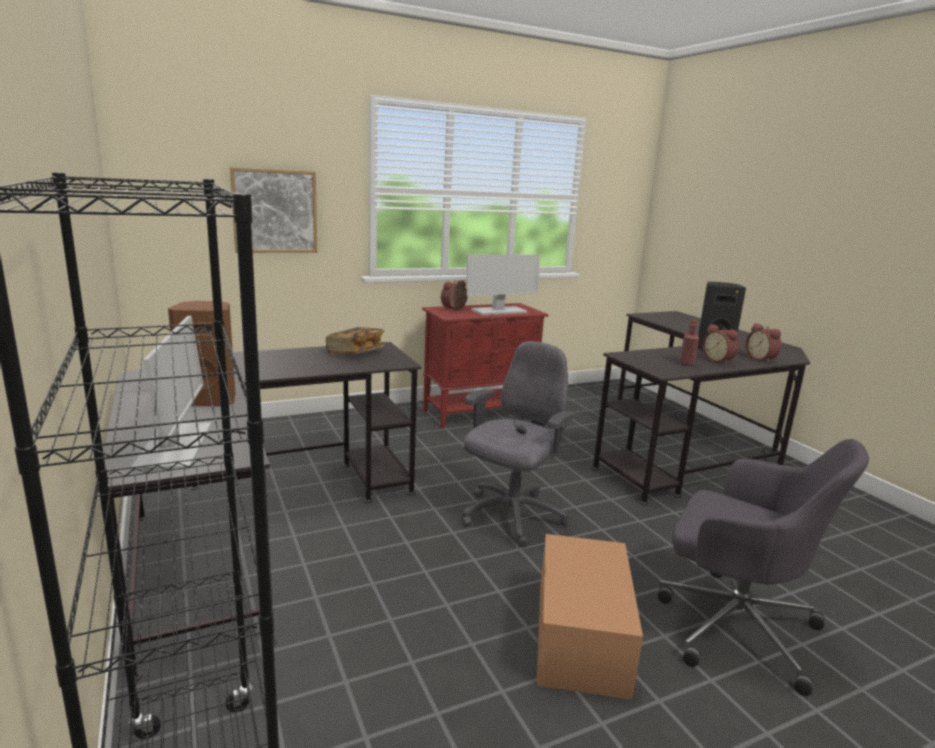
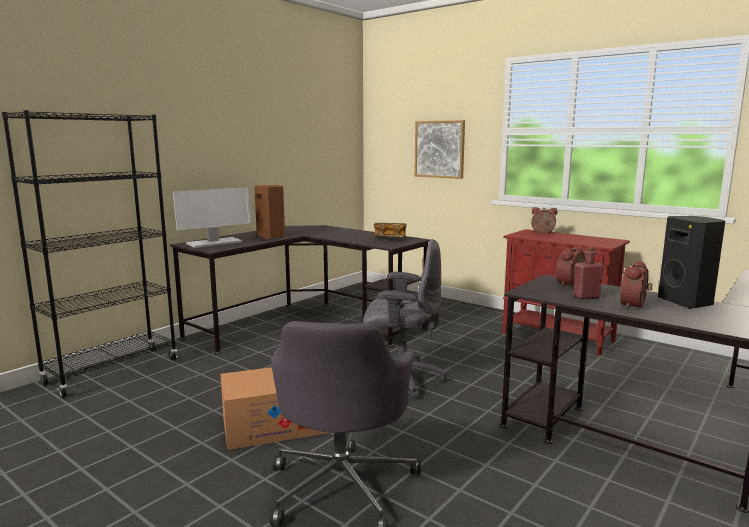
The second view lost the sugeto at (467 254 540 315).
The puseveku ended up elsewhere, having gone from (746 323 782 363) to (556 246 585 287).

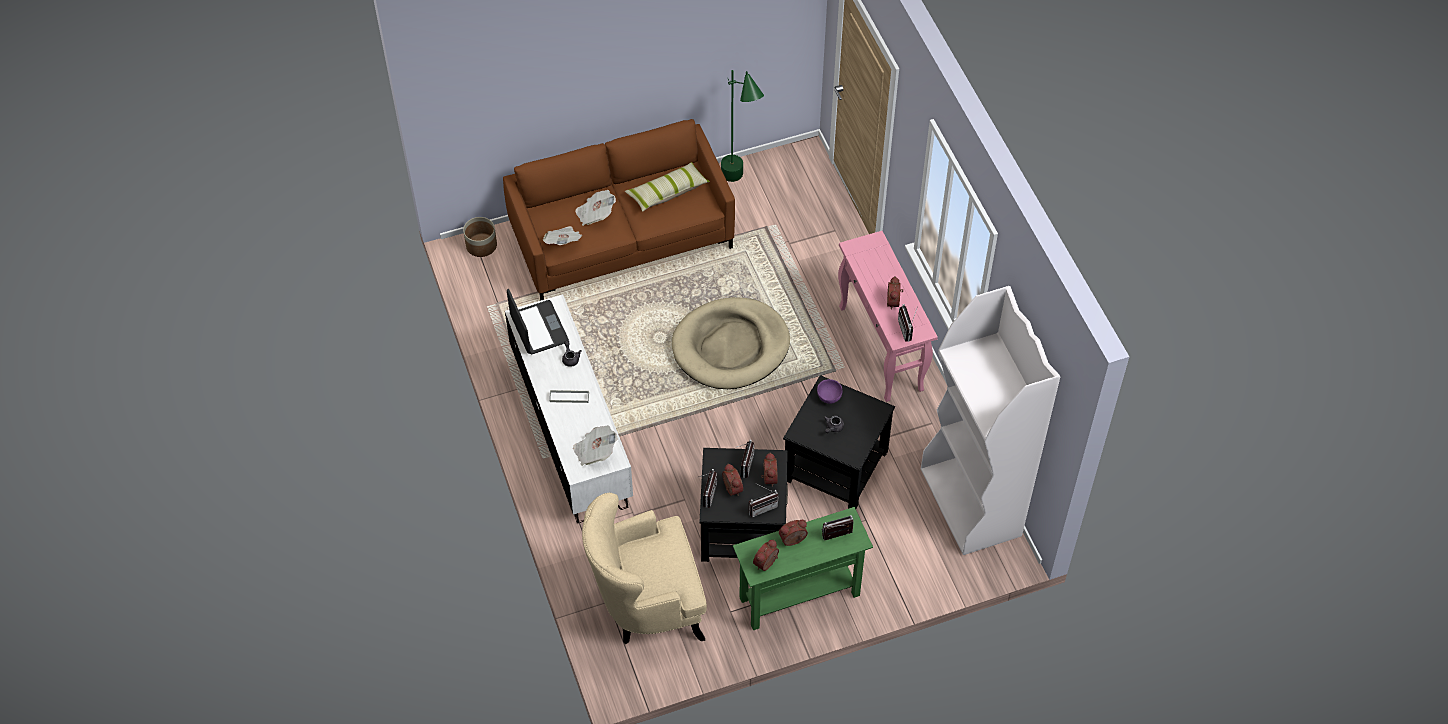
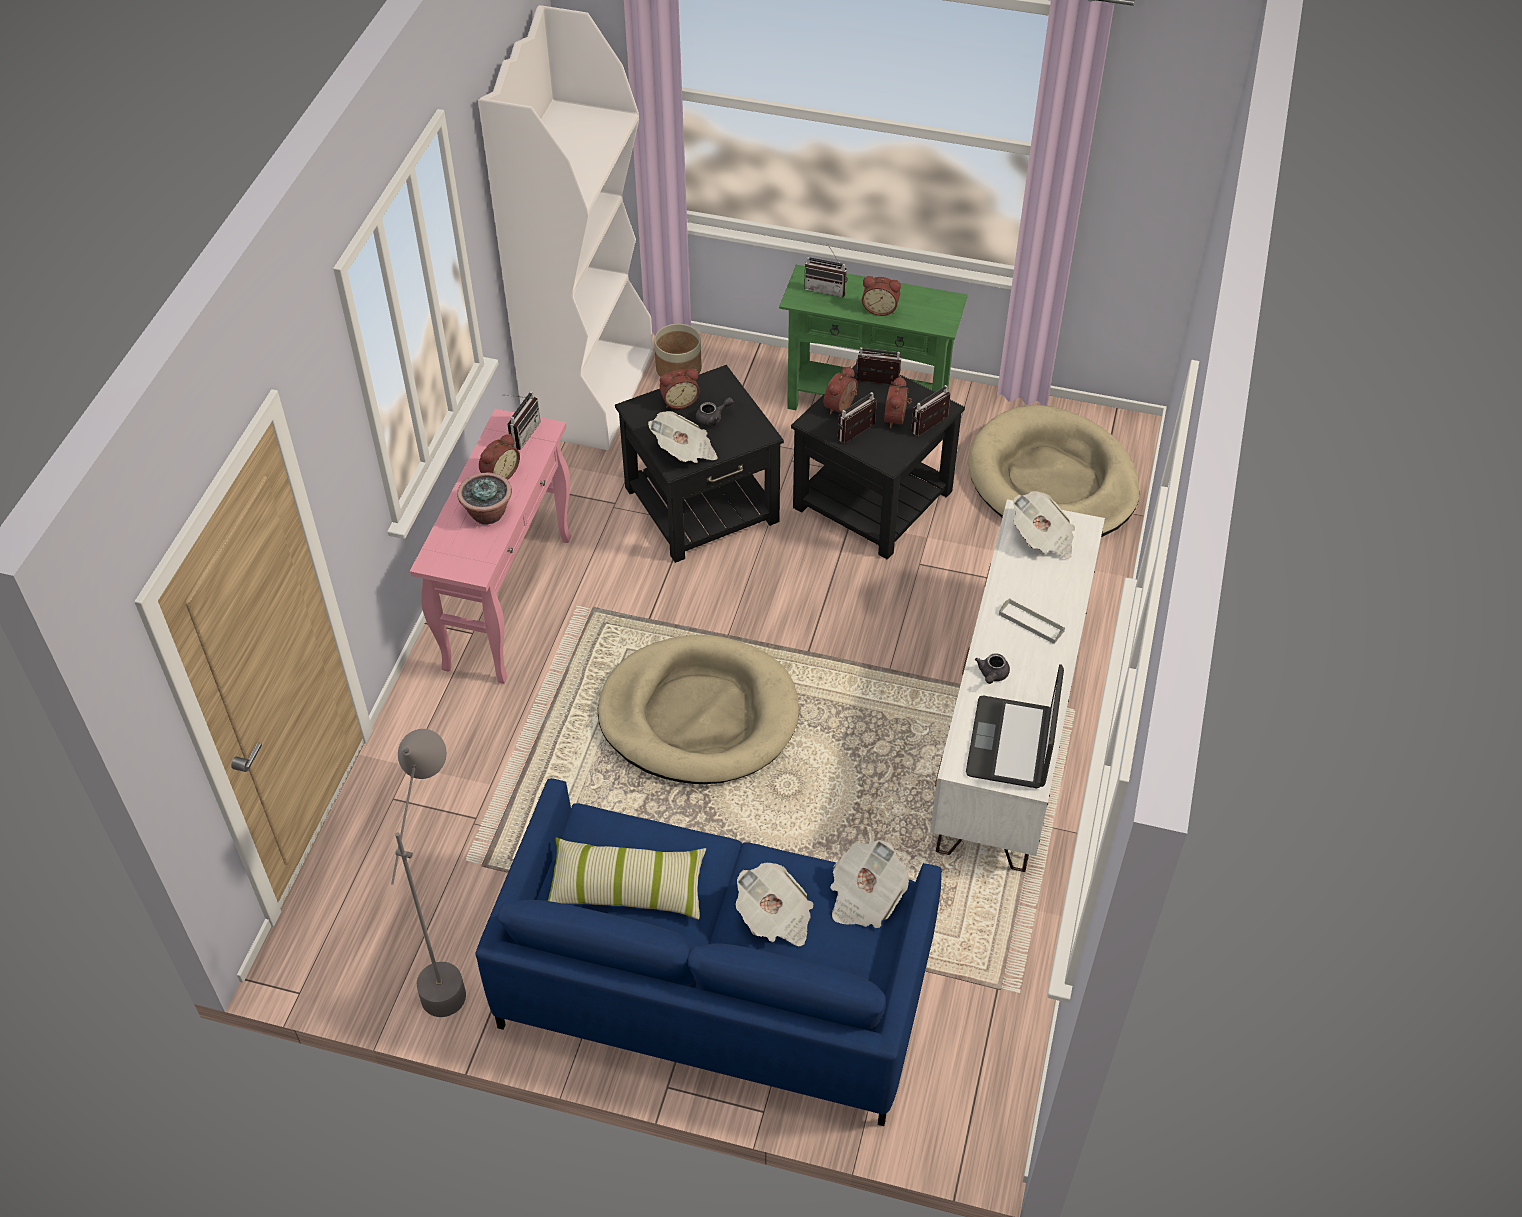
What was the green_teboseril at (721 70 764 182) turned into the grey_teboseril at (391 729 466 1017).
What was the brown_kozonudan at (503 119 735 301) turned into the blue_kozonudan at (475 778 942 1126).
The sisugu ended up elsewhere, having gone from (463 217 497 257) to (654 324 702 377).
Where the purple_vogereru stood at (817 379 842 404), the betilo came to stand at (648 411 718 463).
Where the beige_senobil stood at (582 493 707 644), the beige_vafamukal came to stand at (968 405 1140 537).
The puseveku ended up elsewhere, having gone from (753 540 779 571) to (660 368 700 409).
The second view gained the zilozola at (457 473 512 525).

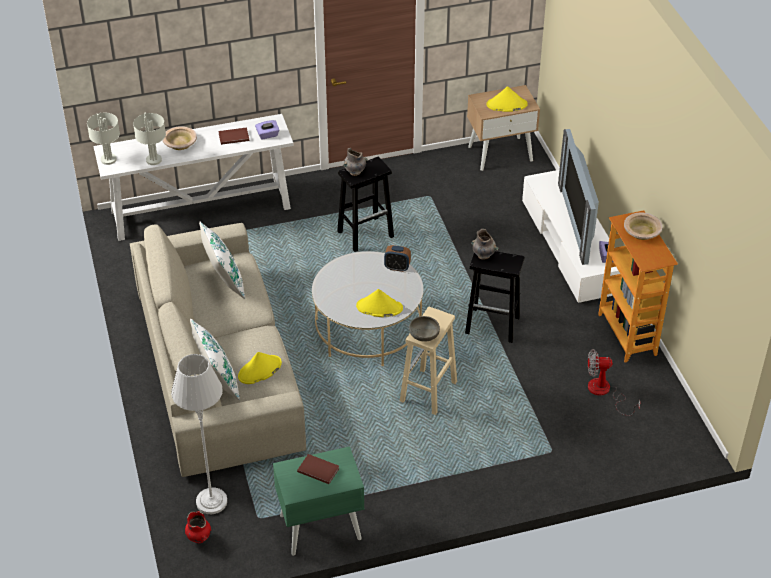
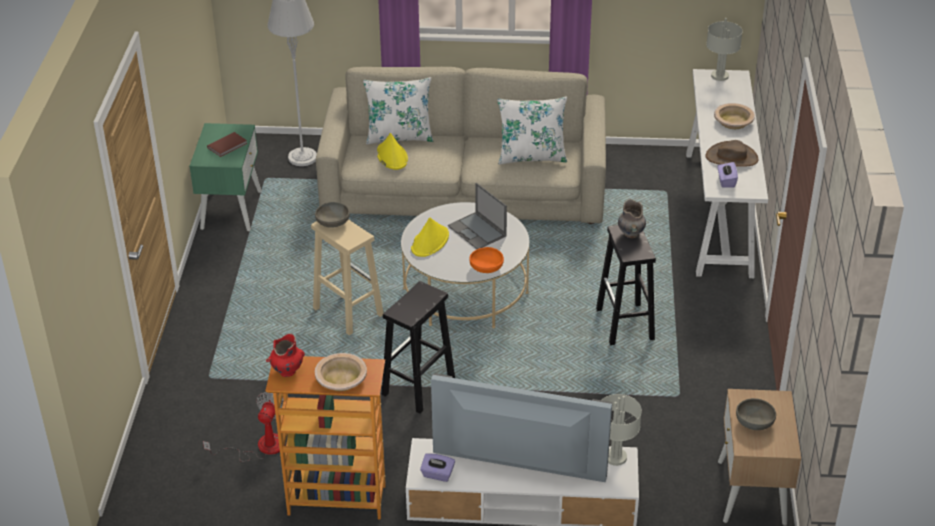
Where the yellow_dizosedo stood at (487 86 528 112), the grey_vogereru came to stand at (736 398 776 430).
The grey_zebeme ended up elsewhere, having gone from (133 113 166 165) to (602 394 642 466).
Where the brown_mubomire stood at (218 127 249 145), the brown_dizosedo came to stand at (705 140 758 167).
The second view lost the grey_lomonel at (471 229 499 260).
Where the puseveku stood at (384 245 411 272), the orange_vogereru came to stand at (469 247 504 273).
The red_lomonel ended up elsewhere, having gone from (185 511 211 543) to (266 333 305 377).
The second view gained the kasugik at (448 183 507 249).

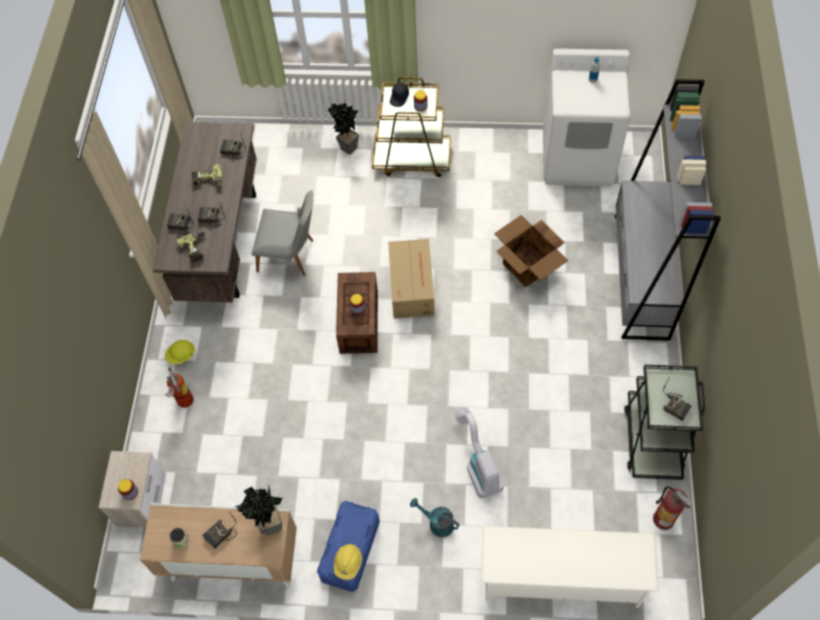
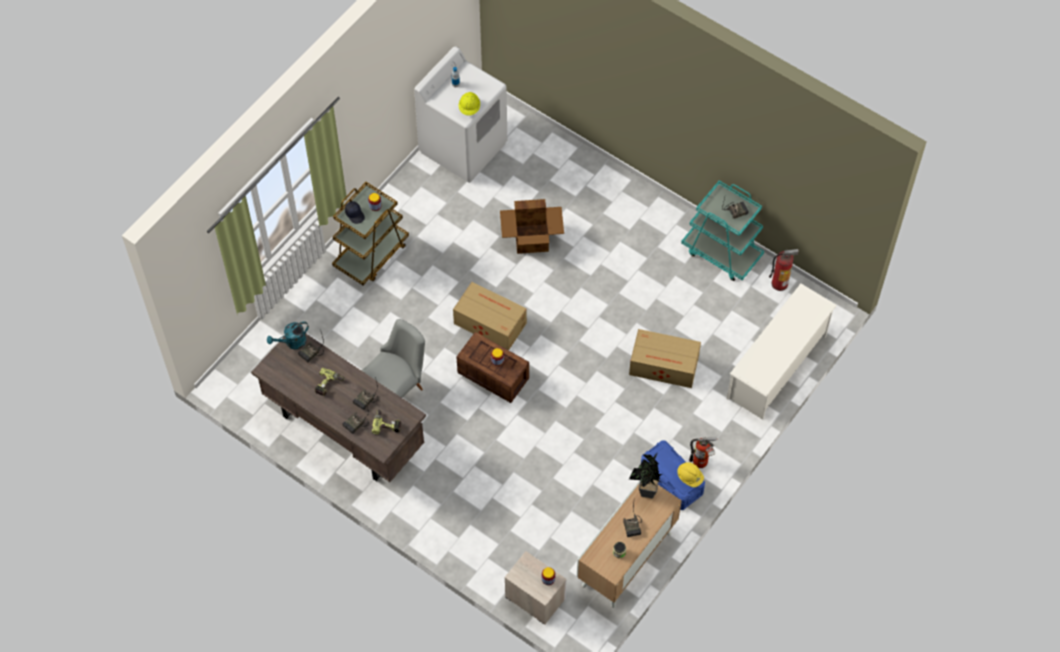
The second view lost the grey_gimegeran at (615 79 721 341).
The second view lost the zilozola at (328 103 359 155).
The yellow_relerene ended up elsewhere, having gone from (165 340 195 364) to (459 92 480 116).
What was the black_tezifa at (624 365 705 480) turned into the turquoise_tezifa at (681 181 764 281).
The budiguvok ended up elsewhere, having gone from (164 368 194 408) to (689 437 717 468).
Where the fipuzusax stood at (455 408 504 498), the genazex came to stand at (629 329 701 388).
The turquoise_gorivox ended up elsewhere, having gone from (410 498 459 537) to (267 322 309 349).

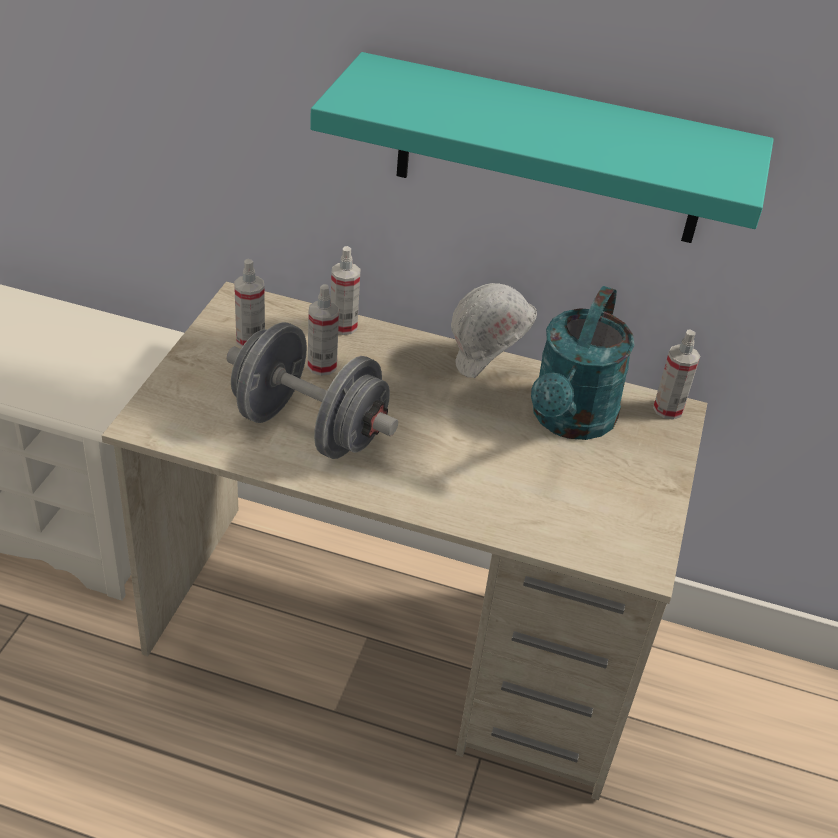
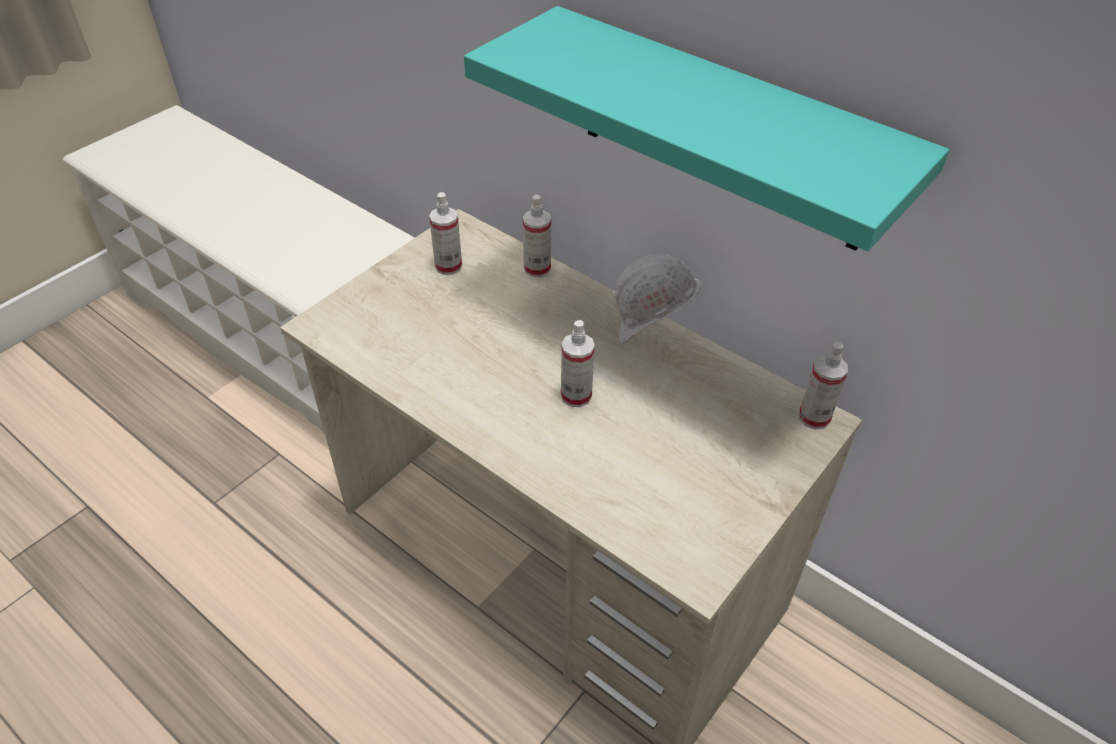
The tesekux ended up elsewhere, having gone from (308 284 339 376) to (561 320 595 407).
The second view lost the turquoise_gorivox at (531 286 635 440).
The second view lost the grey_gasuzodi at (227 322 398 459).

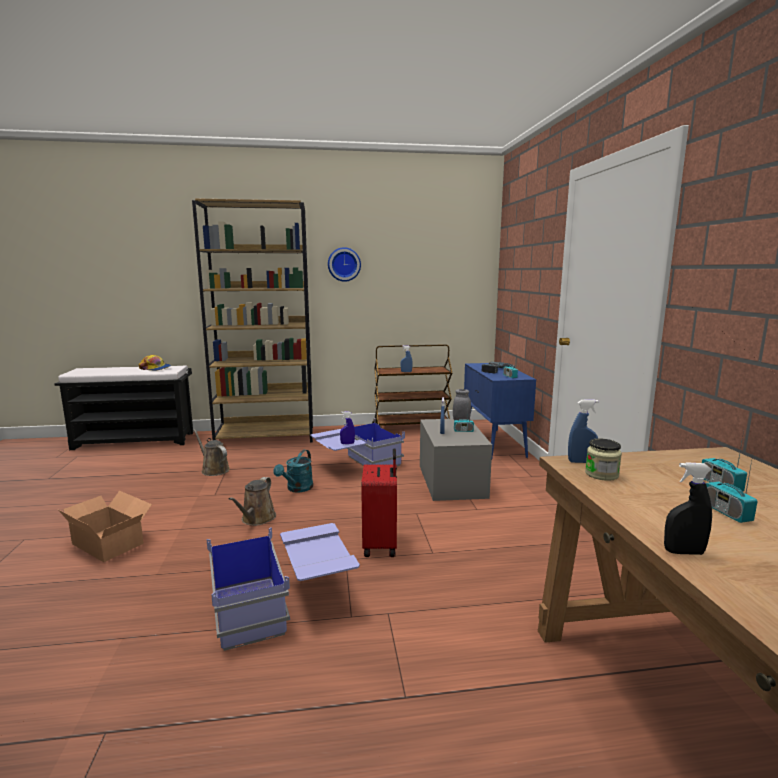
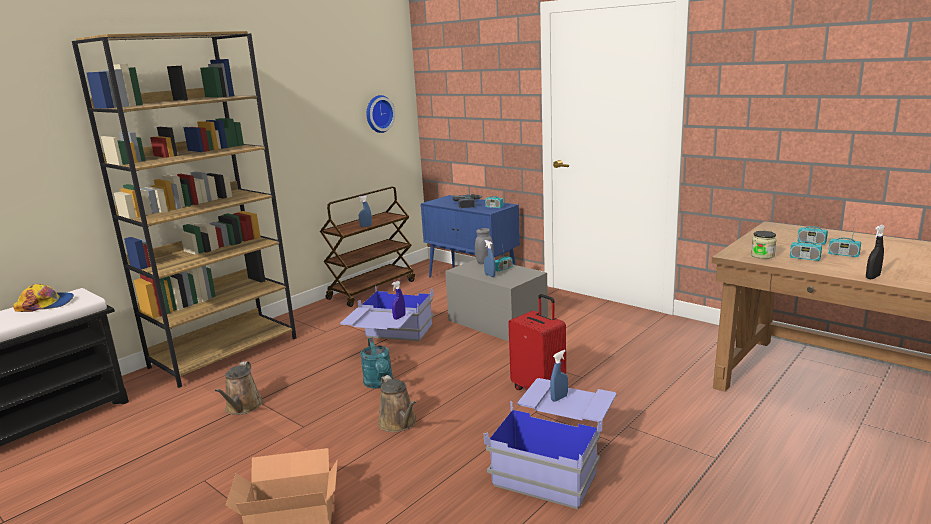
The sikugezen ended up elsewhere, having gone from (328 247 361 282) to (366 95 395 133).
The blue_tesekux ended up elsewhere, having gone from (568 399 599 463) to (550 350 568 402).
The brown_gorivox at (193 429 230 476) ended up facing another way, 90 degrees counterclockwise from before.
The second view gained the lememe at (790 223 822 261).

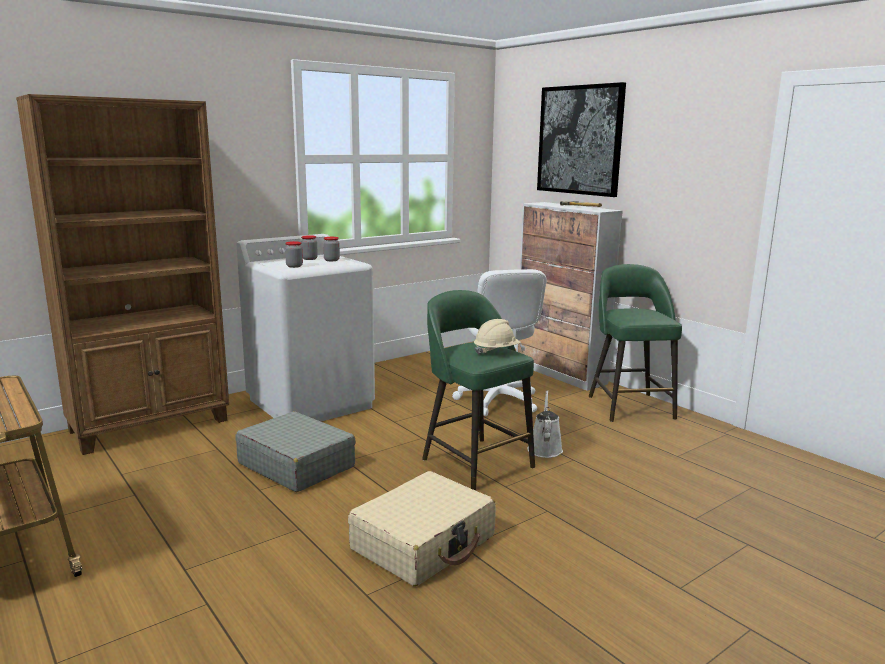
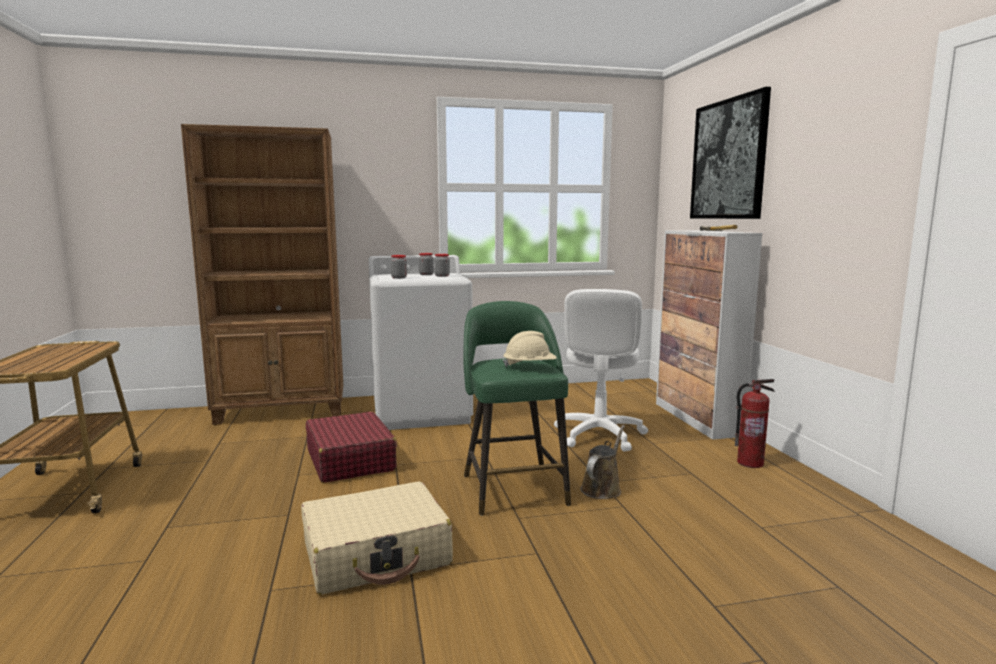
Where the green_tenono stood at (589 264 682 422), the budiguvok came to stand at (735 379 775 468).
What was the white_gorivox at (527 390 563 458) turned into the brown_gorivox at (580 425 625 499).
What was the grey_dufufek at (235 411 356 492) turned into the red_dufufek at (306 411 397 483).

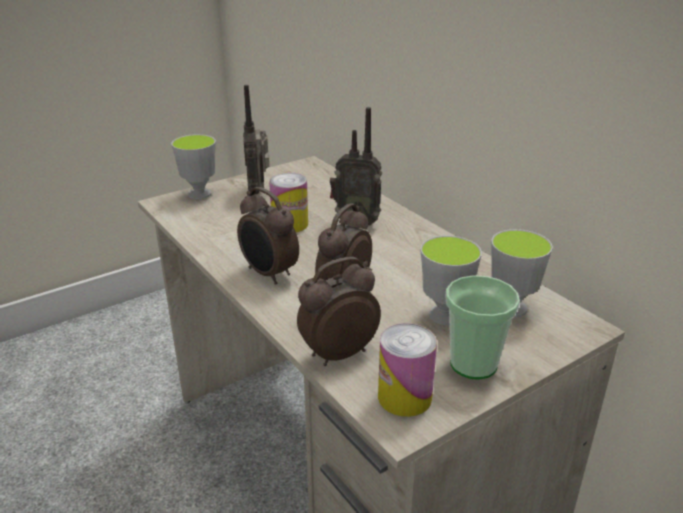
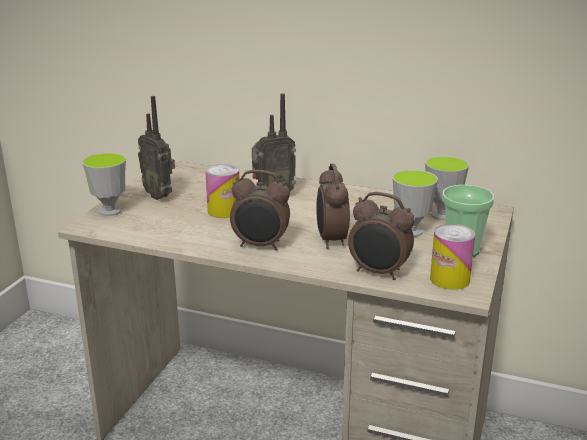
The puseveku at (297 257 381 366) ended up facing another way, 90 degrees counterclockwise from before.

